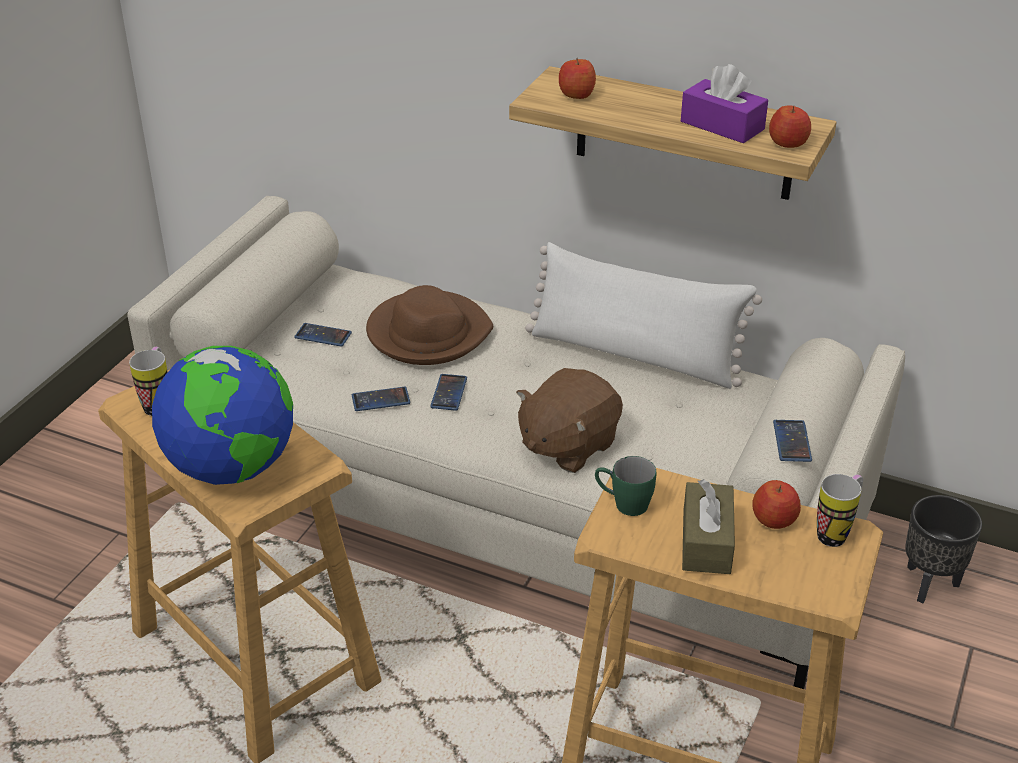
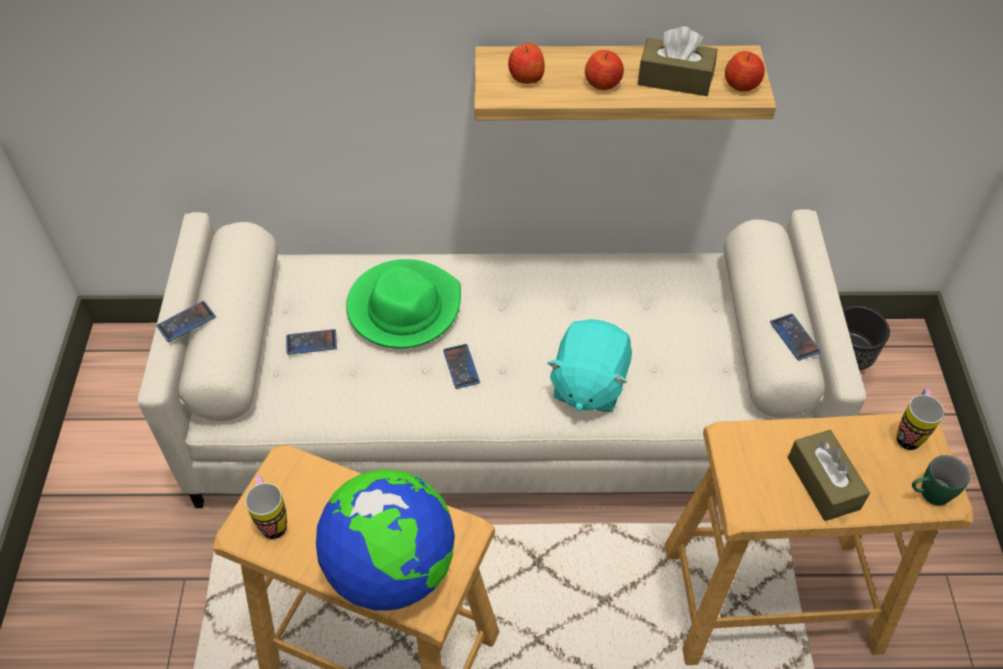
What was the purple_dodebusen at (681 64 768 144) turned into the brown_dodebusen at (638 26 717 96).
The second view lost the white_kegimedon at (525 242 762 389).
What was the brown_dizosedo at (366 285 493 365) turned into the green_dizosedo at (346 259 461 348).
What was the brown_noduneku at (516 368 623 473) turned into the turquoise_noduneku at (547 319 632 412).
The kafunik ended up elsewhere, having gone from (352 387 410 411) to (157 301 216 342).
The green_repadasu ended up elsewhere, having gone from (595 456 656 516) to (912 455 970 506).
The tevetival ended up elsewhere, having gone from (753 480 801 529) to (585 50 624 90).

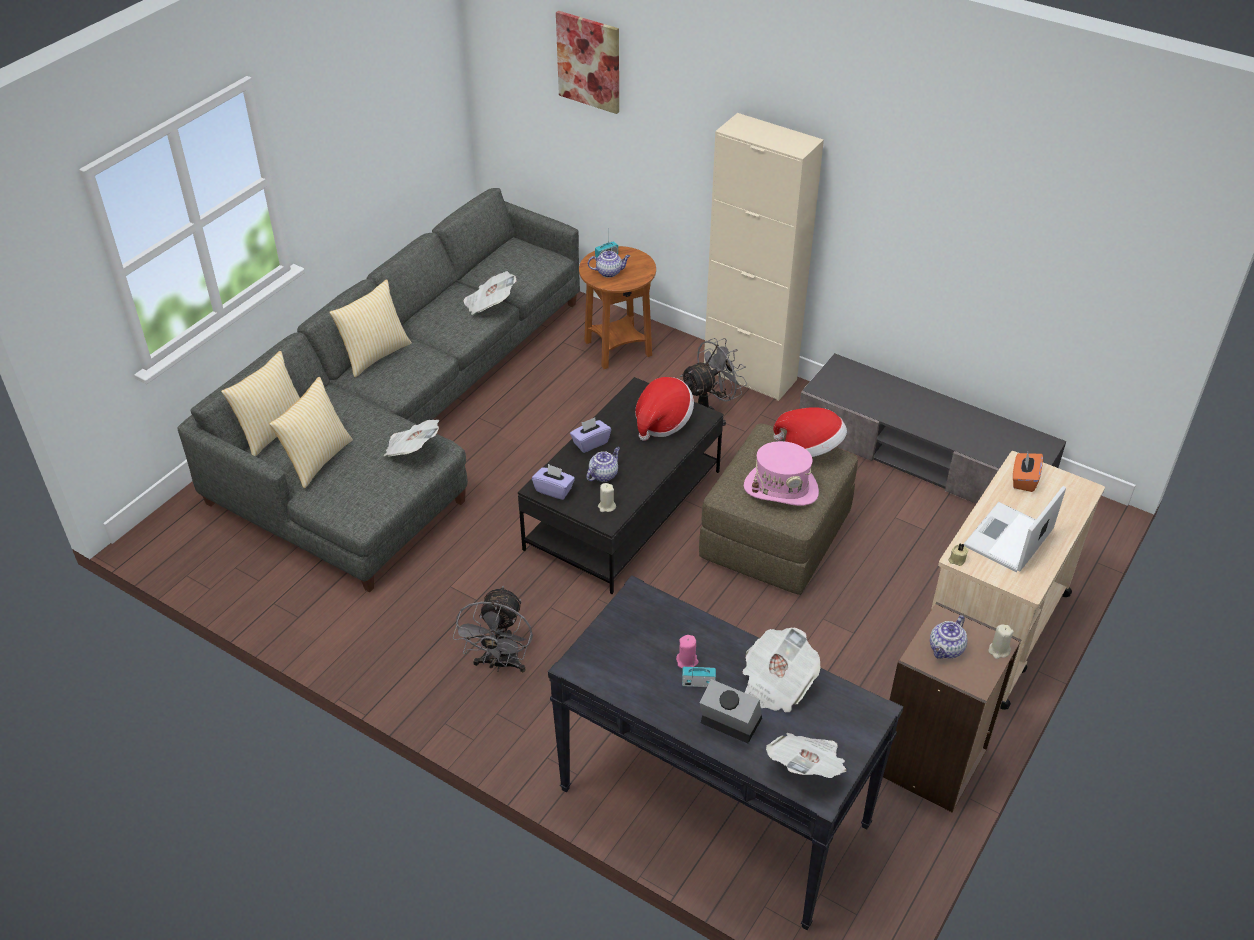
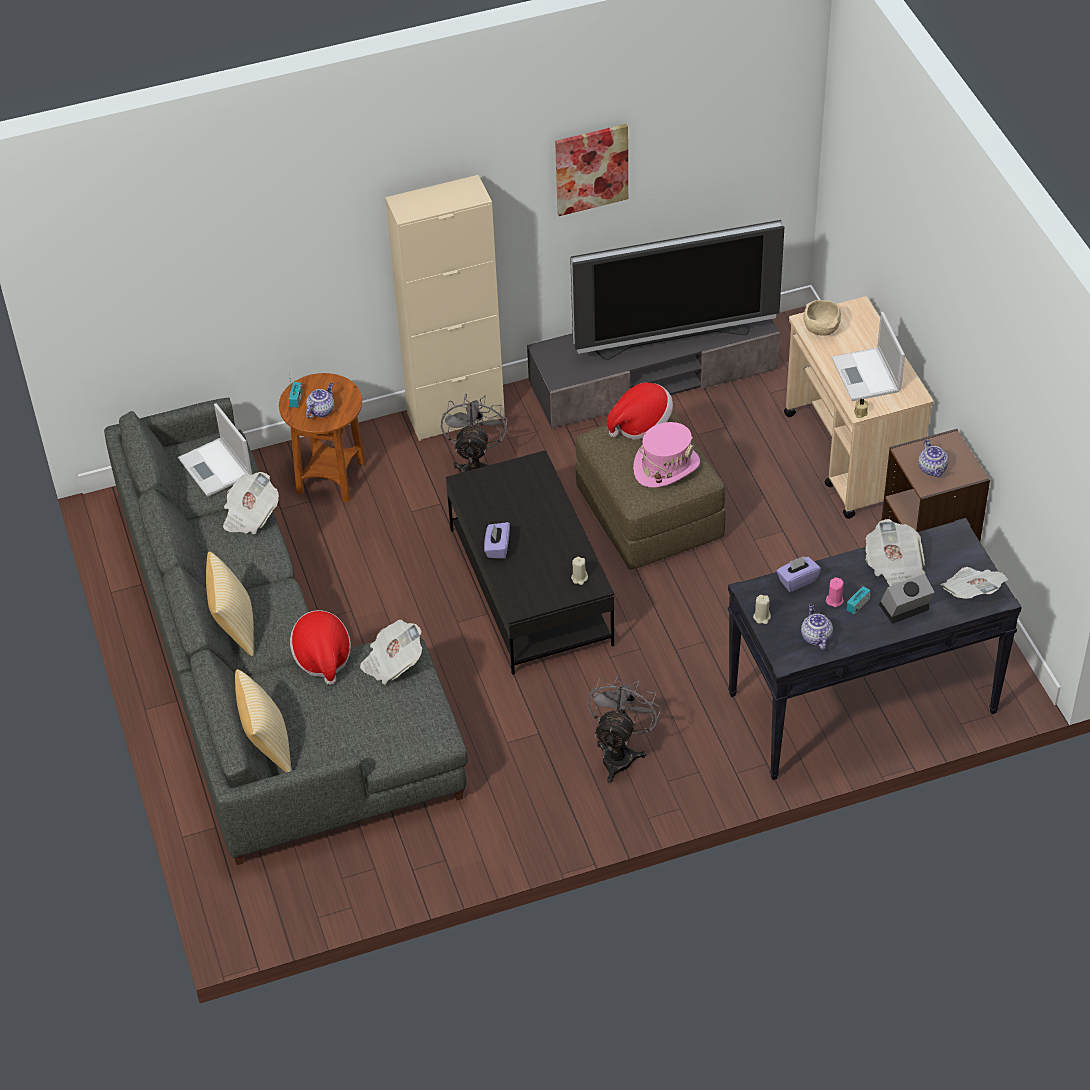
The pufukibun ended up elsewhere, having gone from (556 11 619 114) to (555 124 628 216).
The second view lost the kegimedon at (269 377 353 488).
The dizosedo ended up elsewhere, having gone from (635 377 694 441) to (290 610 351 685).
The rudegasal ended up elsewhere, having gone from (586 447 620 482) to (801 604 833 650).
Where the orange_dodebusen stood at (1013 452 1043 492), the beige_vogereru came to stand at (803 300 841 336).
The purple_dodebusen ended up elsewhere, having gone from (532 464 575 500) to (776 556 821 592).
The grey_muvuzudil at (453 586 533 672) ended up facing another way, 120 degrees counterclockwise from before.
The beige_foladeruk ended up elsewhere, having gone from (988 624 1014 659) to (753 595 771 624).
The second view gained the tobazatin at (570 220 784 360).
The second view gained the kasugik at (178 403 252 497).

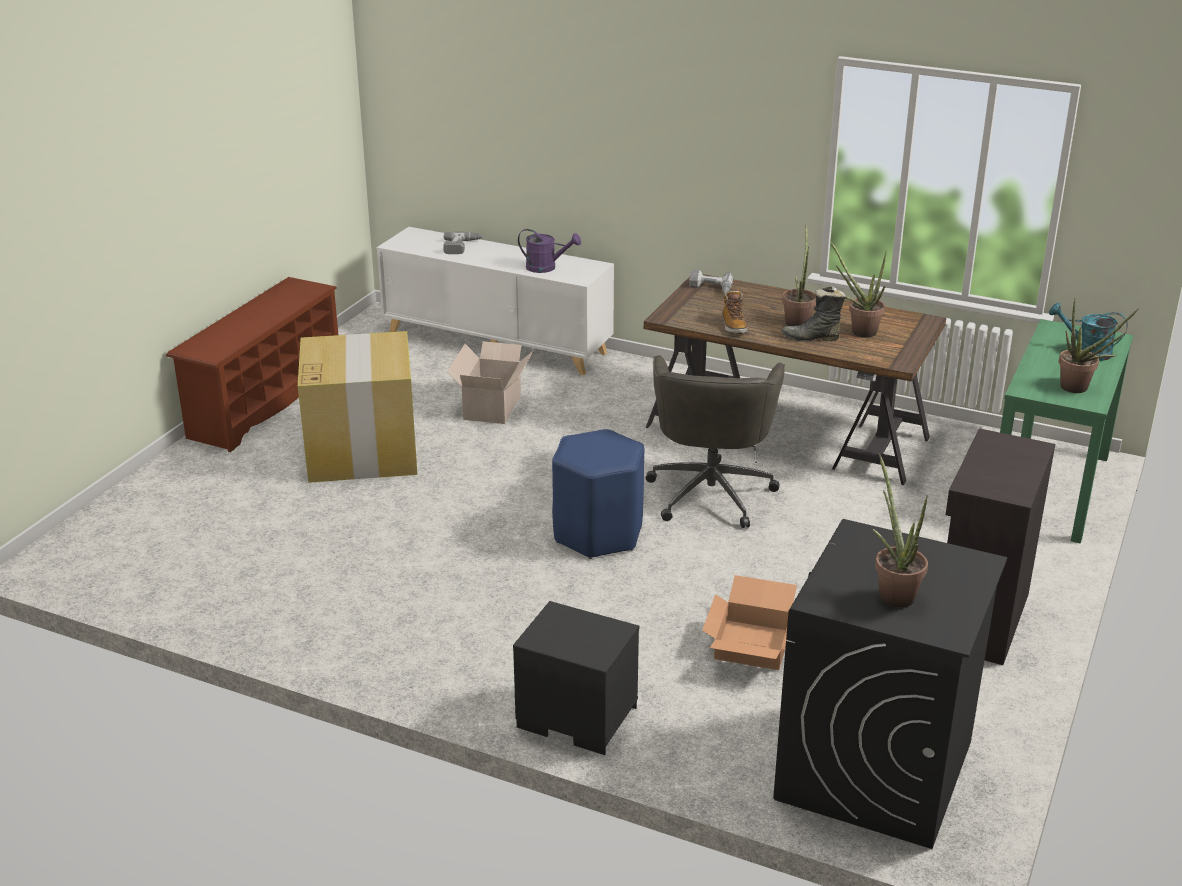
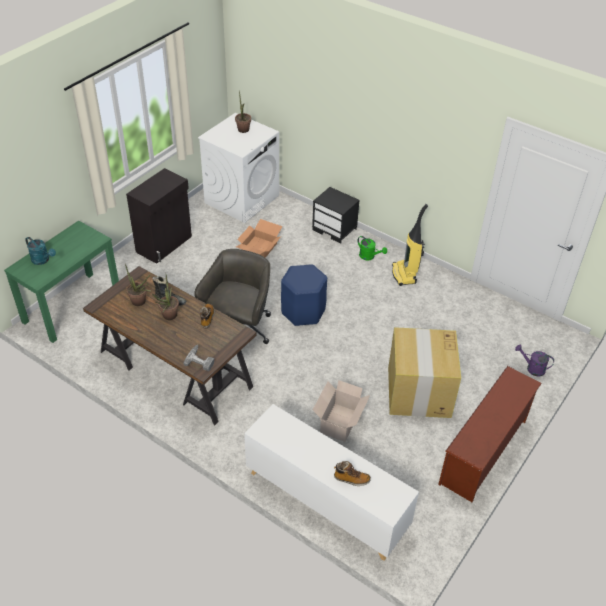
The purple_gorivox ended up elsewhere, having gone from (518 229 581 273) to (515 345 554 377).
Where the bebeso stood at (443 232 484 254), the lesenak came to stand at (334 461 371 486).
The second view lost the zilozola at (1059 298 1139 393).
What was the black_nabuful at (773 519 1007 849) turned into the white_nabuful at (198 113 279 223).
The second view gained the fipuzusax at (392 204 428 286).
The second view gained the green_gorivox at (358 236 387 260).

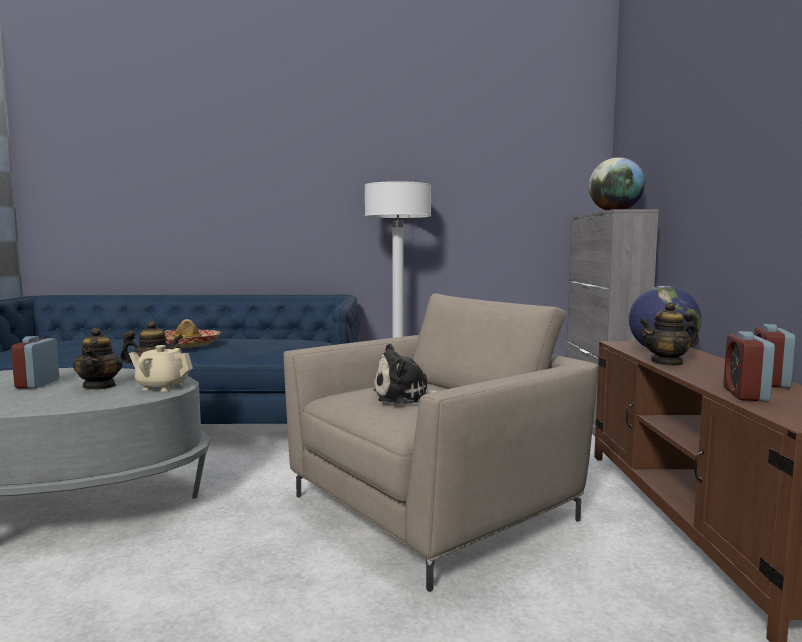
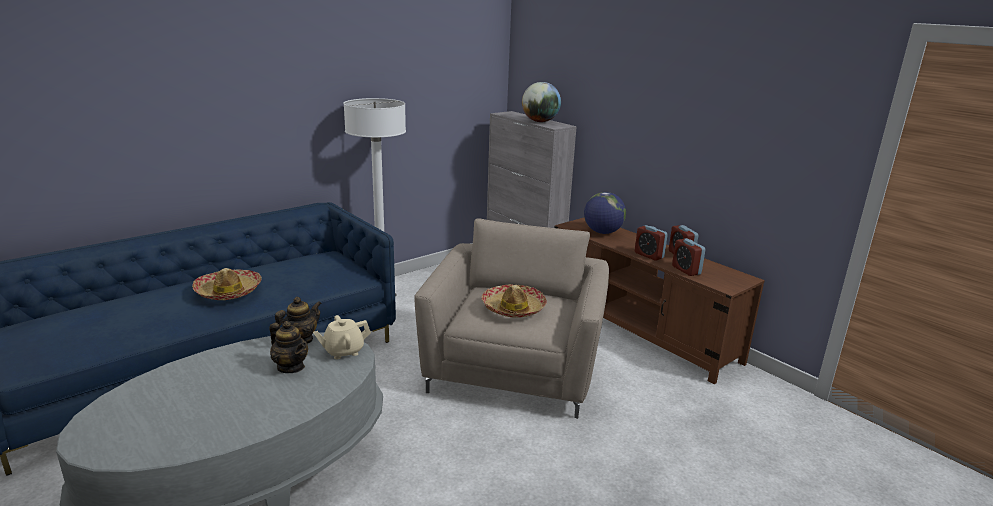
The second view lost the rudegasal at (639 302 699 366).
The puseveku ended up elsewhere, having gone from (11 336 59 389) to (635 225 668 261).
Where the noduneku stood at (373 344 437 404), the dizosedo came to stand at (482 284 547 318).

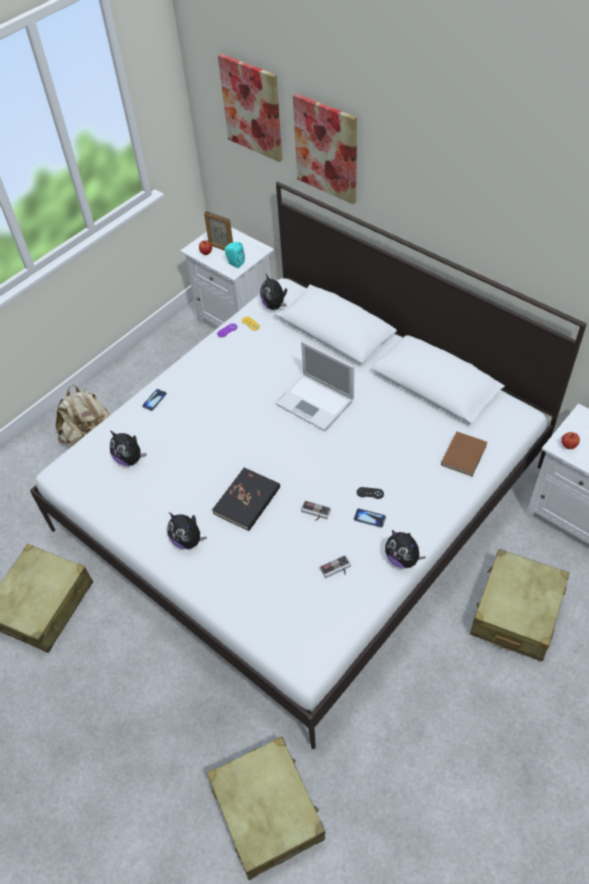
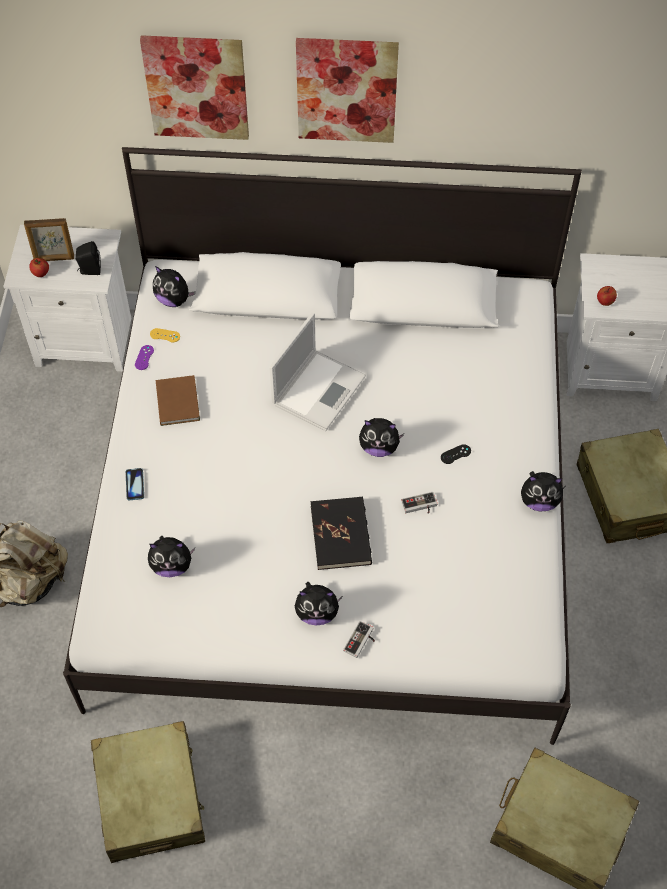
The pufukibun ended up elsewhere, having gone from (218 54 282 162) to (296 38 399 143).
What was the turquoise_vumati at (225 242 245 268) turned into the black_vumati at (76 241 101 275).
The kasugik at (275 341 354 431) ended up facing another way, 60 degrees counterclockwise from before.
The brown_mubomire ended up elsewhere, having gone from (441 432 487 476) to (156 375 200 426).
The second view lost the kafunik at (354 509 386 528).
The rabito ended up elsewhere, having gone from (320 555 351 578) to (343 621 375 658).
The second view gained the noduneku at (359 418 404 457).

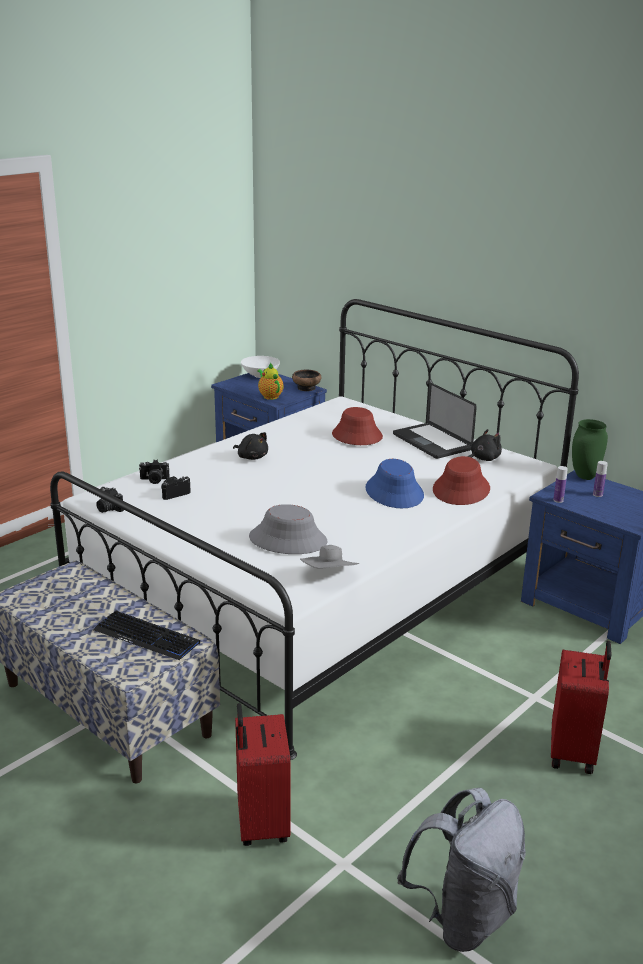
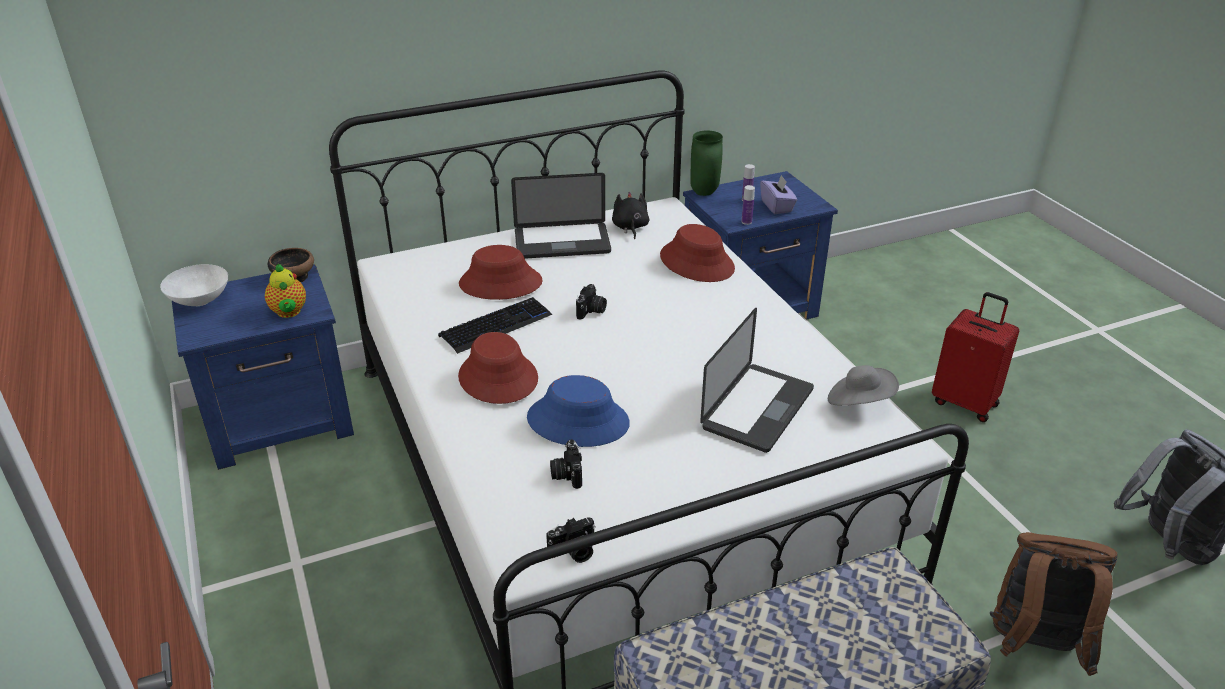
The rudegasal at (257 362 284 400) ended up facing another way, 105 degrees counterclockwise from before.
Where the black_noduneku stood at (233 432 268 460), the red_dizosedo came to stand at (458 332 538 404).
The blue_dizosedo ended up elsewhere, having gone from (365 459 424 508) to (527 375 630 447).
The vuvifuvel ended up elsewhere, having gone from (139 460 170 484) to (576 284 607 320).
Where the grey_dizosedo stood at (249 504 327 554), the kasugik came to stand at (700 308 814 453).
The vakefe ended up elsewhere, having gone from (93 610 200 660) to (438 297 552 354).
Where the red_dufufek stood at (235 703 291 846), the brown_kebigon came to stand at (990 532 1117 676).
The second view gained the purple_dodebusen at (760 175 797 214).

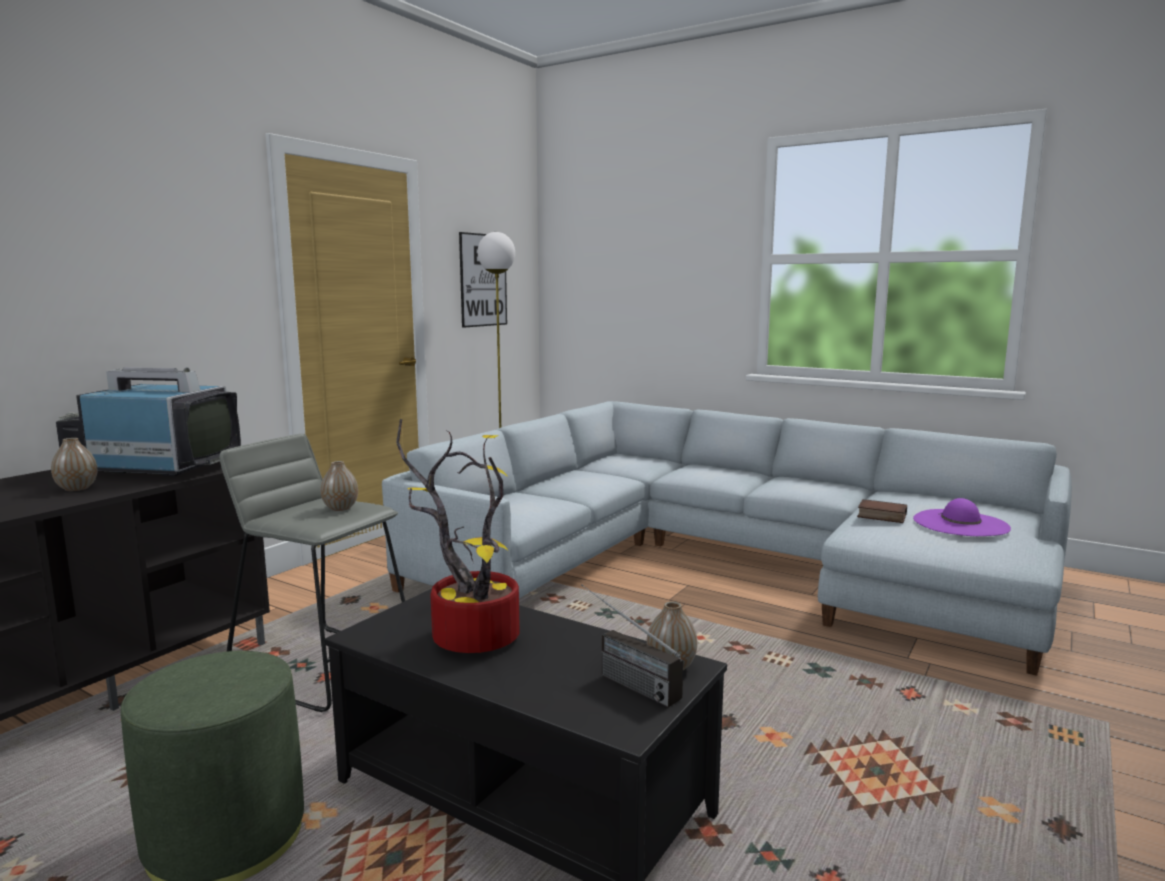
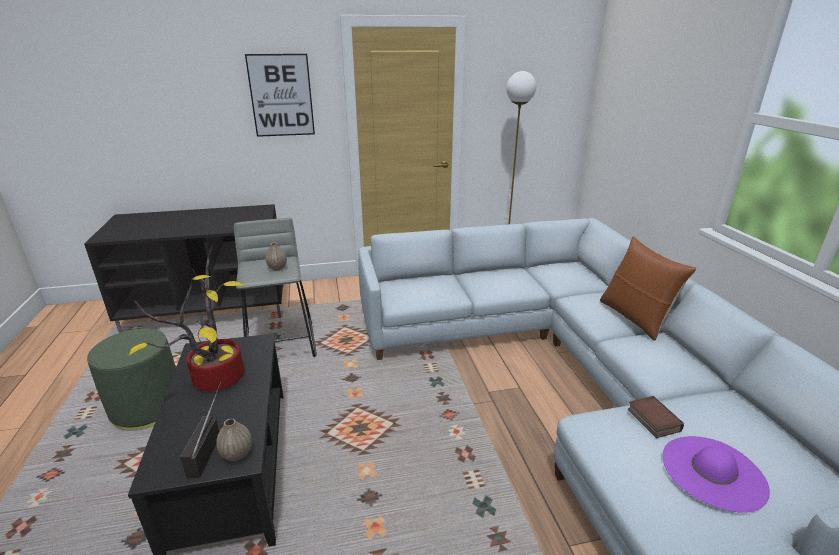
The pufukibun ended up elsewhere, having gone from (459 232 507 328) to (245 54 315 137).
The second view lost the tobazatin at (56 367 241 476).
The second view lost the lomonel at (51 438 97 491).
The second view gained the brown_kegimedon at (600 236 697 341).

